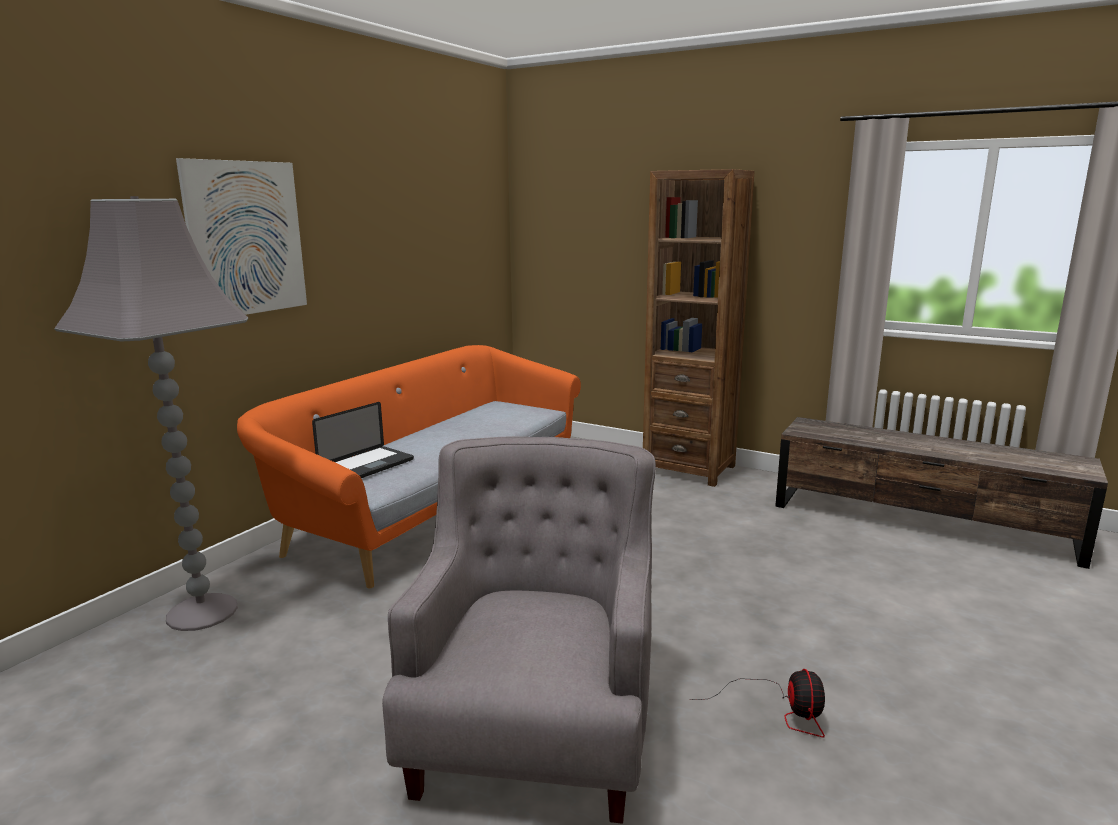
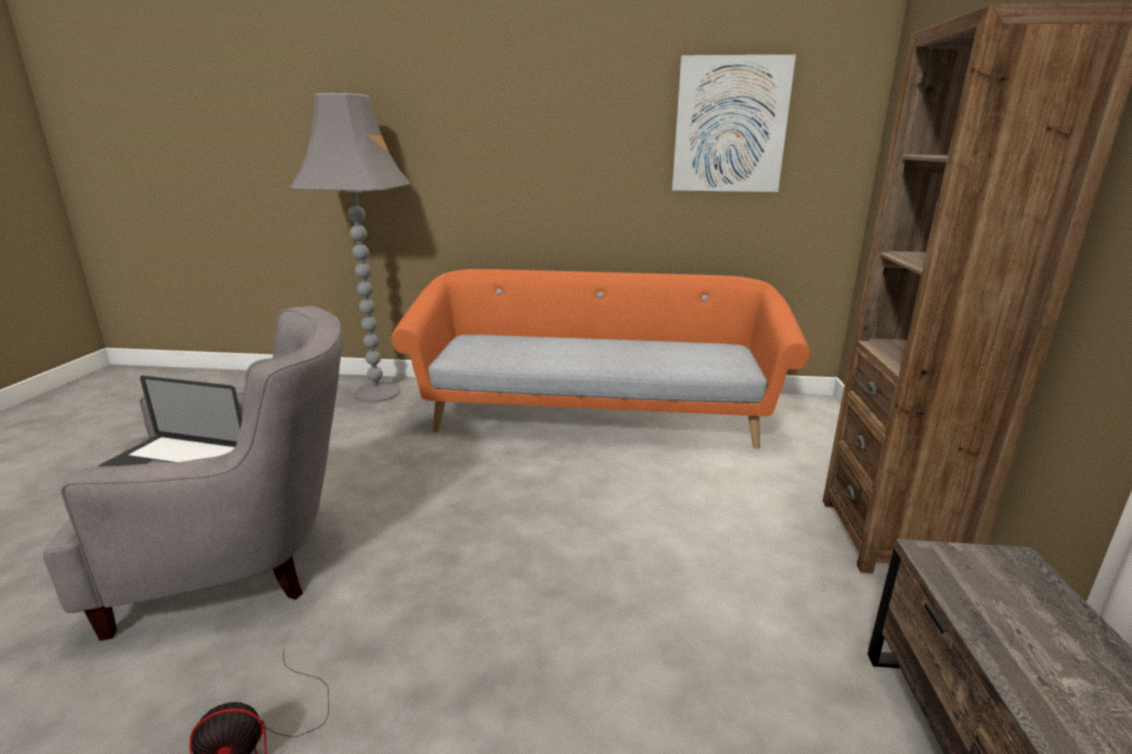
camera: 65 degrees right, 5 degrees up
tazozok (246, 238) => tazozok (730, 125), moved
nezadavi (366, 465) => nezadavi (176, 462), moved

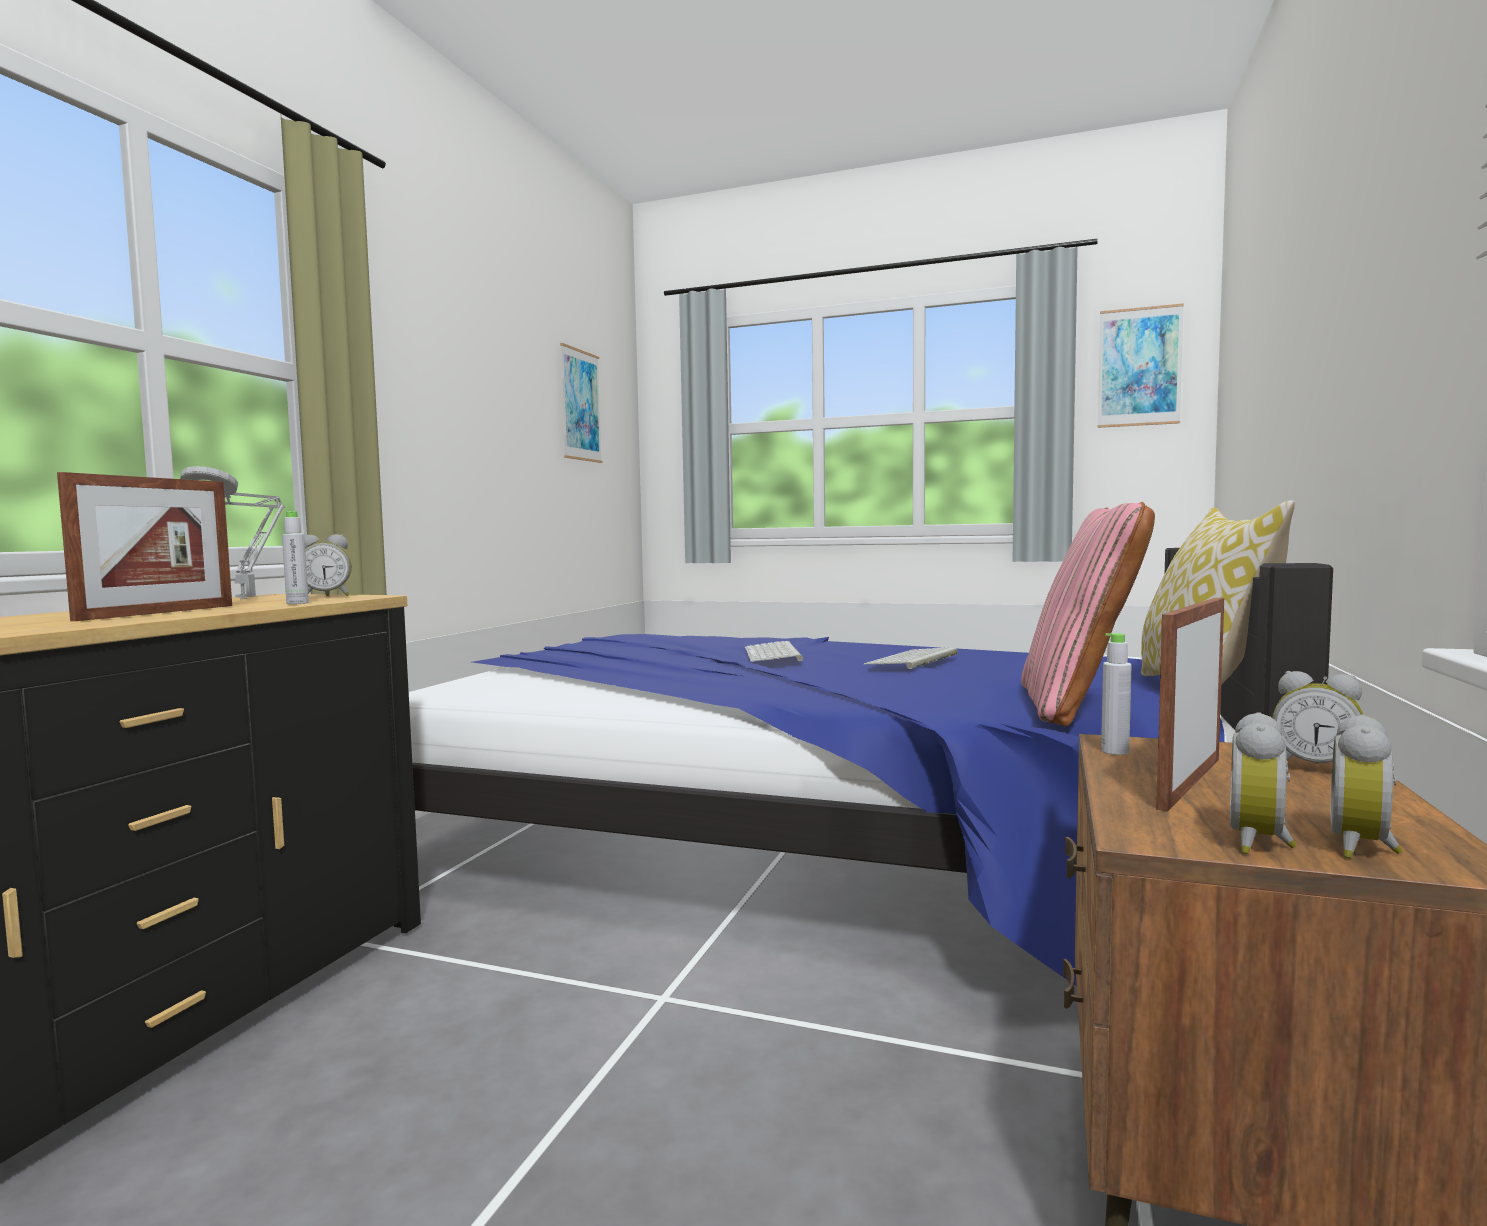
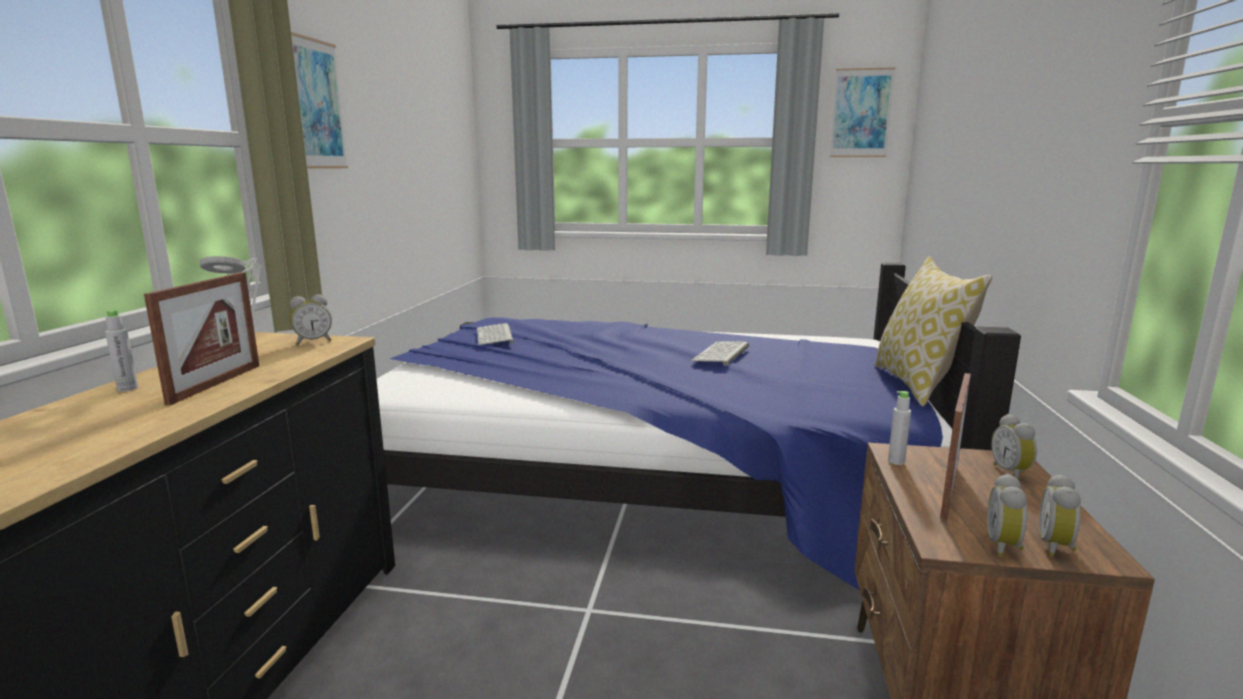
camera: 10 degrees left, 10 degrees up
tazozok (580, 405) => tazozok (316, 104), moved
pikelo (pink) (1078, 707) => nothing
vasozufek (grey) (297, 603) => vasozufek (grey) (127, 388), moved
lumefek (774, 654) => lumefek (495, 336), moved
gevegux (1315, 768) => gevegux (1012, 472), 60 degrees clockwise

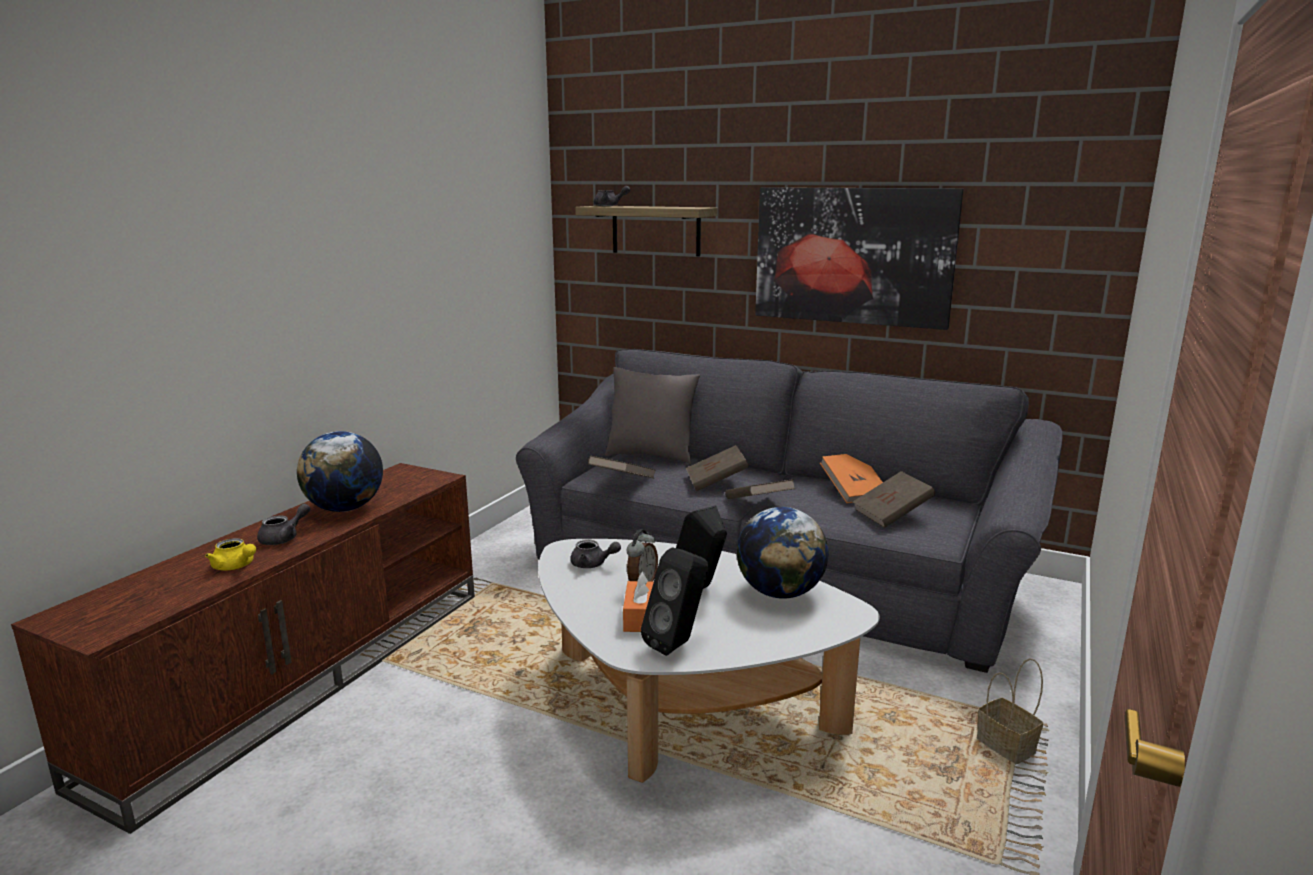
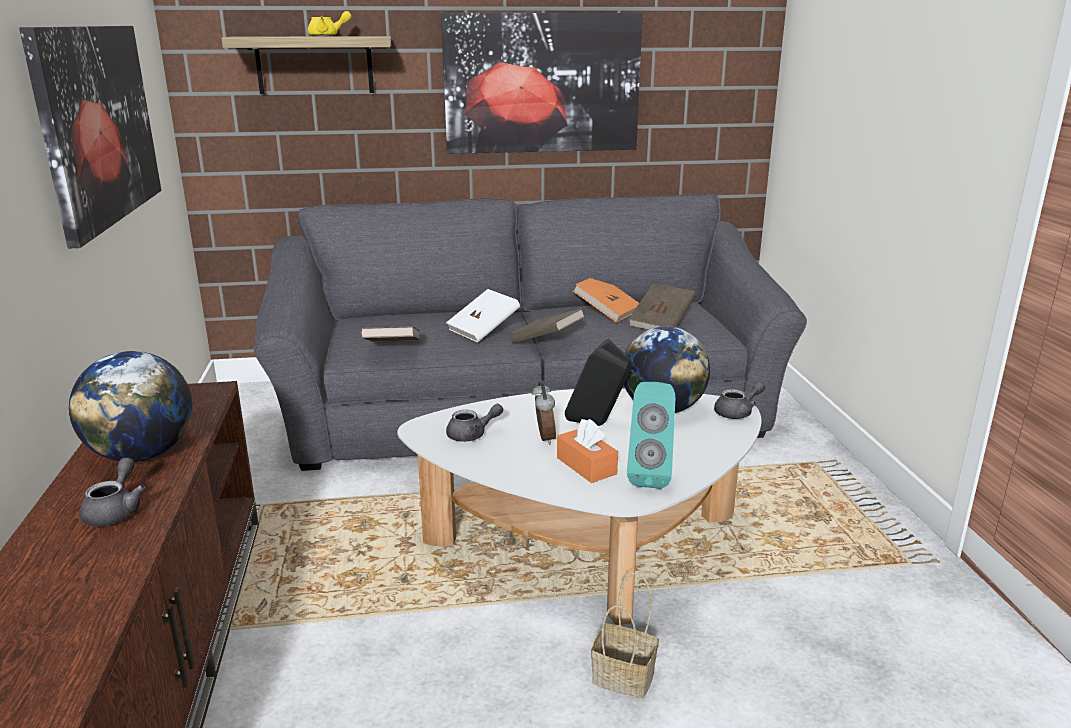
camera: 35 degrees left, 5 degrees up
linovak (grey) (609, 206) => linovak (grey) (738, 413), moved
pikelo (grey) (651, 456) => nothing
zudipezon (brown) (716, 482) => zudipezon (white) (483, 330)
linovak (yellow) (235, 567) => linovak (yellow) (327, 36), moved
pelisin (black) (678, 644) => pelisin (turquoise) (649, 476)
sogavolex (1008, 746) => sogavolex (625, 677), moved
nothing => tazozok (98, 125)

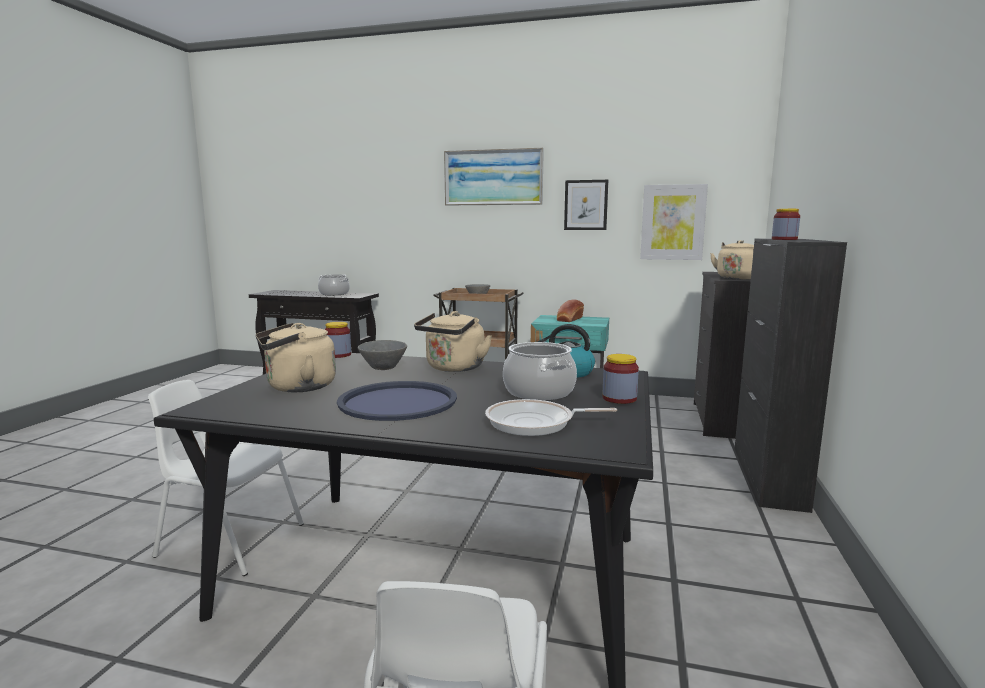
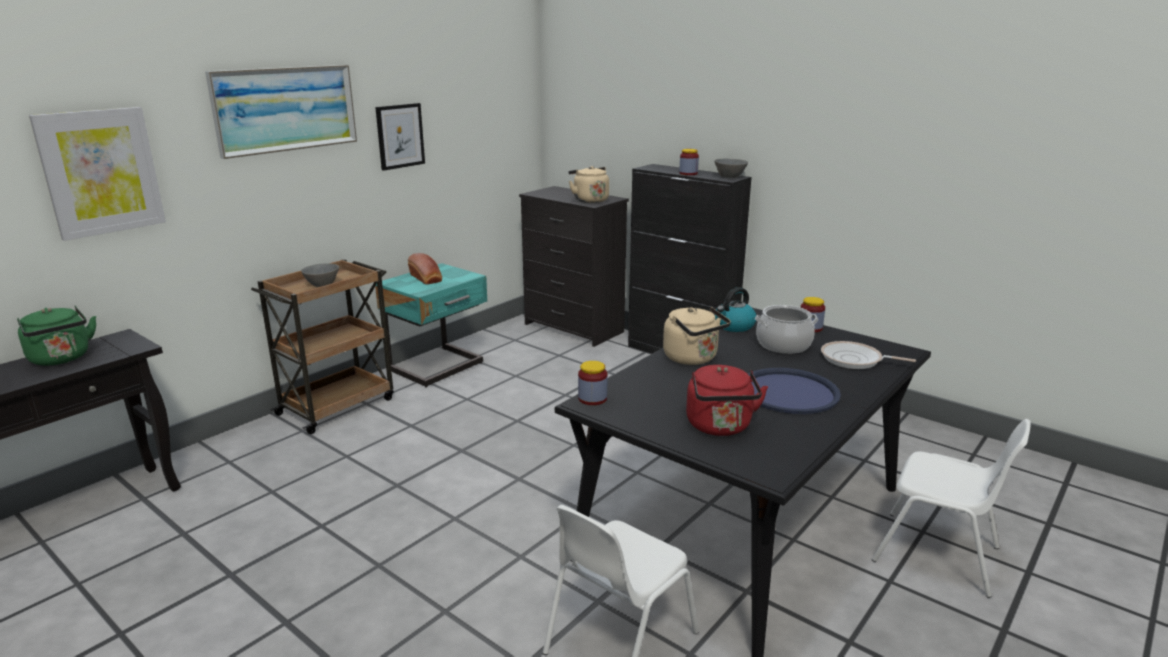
camera: 65 degrees left, 10 degrees up
tazozok (673, 222) => tazozok (101, 172), moved
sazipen (334, 294) => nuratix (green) (62, 359)
nuratix (beige) (297, 387) => nuratix (red) (720, 427)
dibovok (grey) (382, 368) => dibovok (grey) (730, 177), moved
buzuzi (535, 423) => buzuzi (854, 360), 90 degrees clockwise

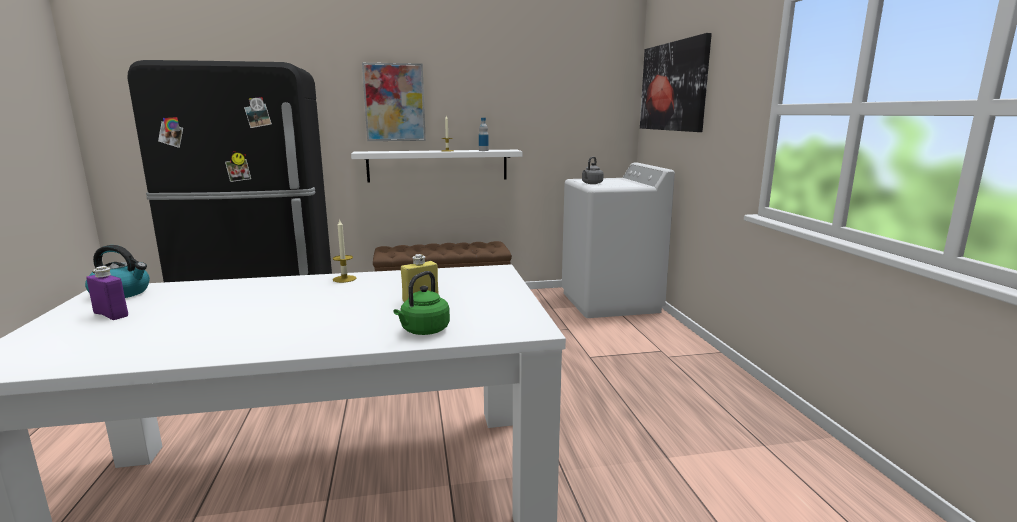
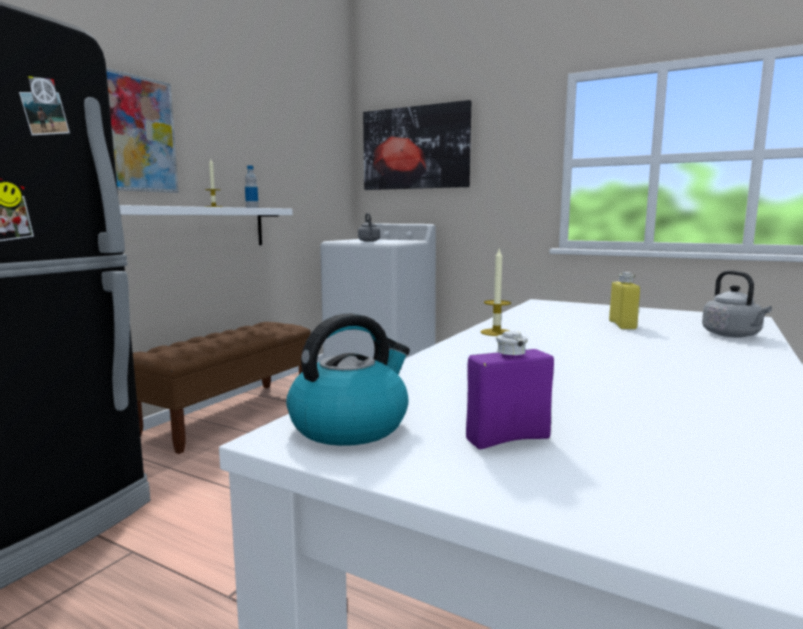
camera: 50 degrees left, 5 degrees down
nuratix (green) (423, 331) => nuratix (grey) (733, 335)

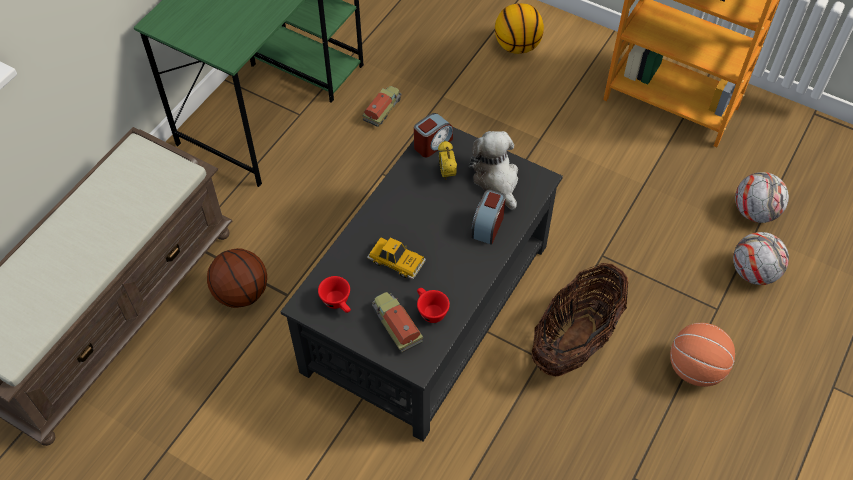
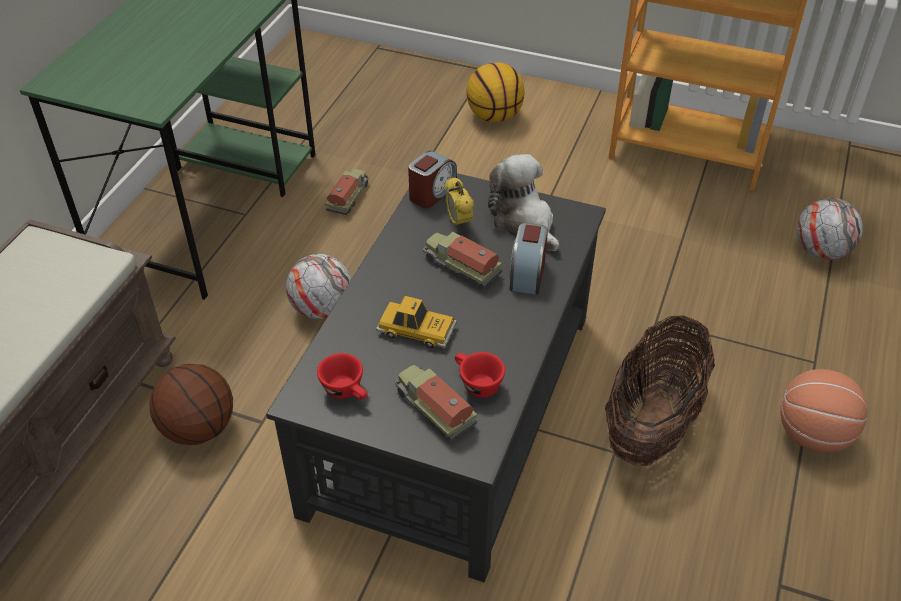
camera: 10 degrees left, 10 degrees down
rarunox (753, 272) => rarunox (322, 309), moved
nothing => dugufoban (461, 266)

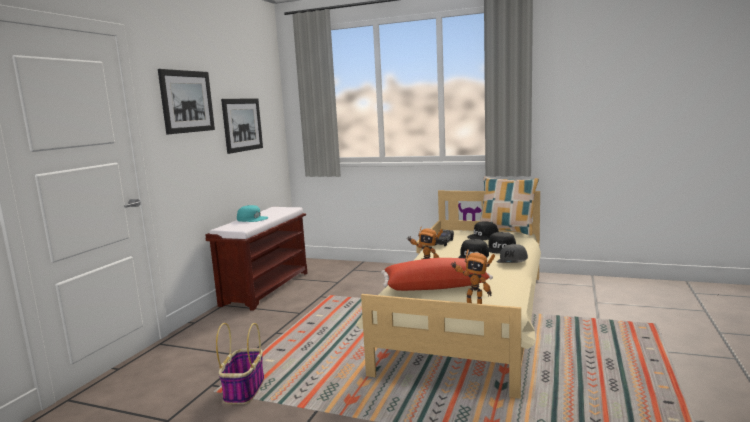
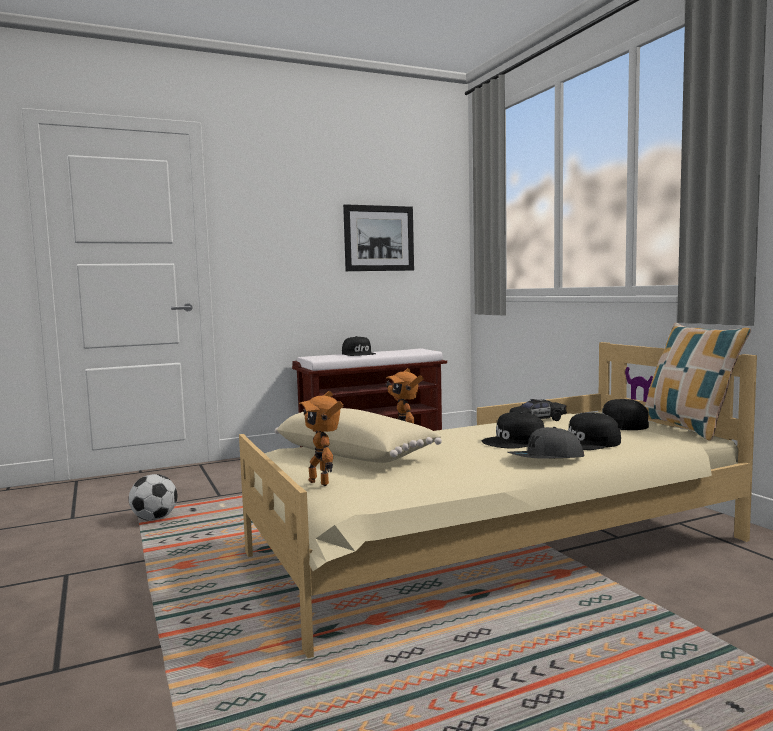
camera: 45 degrees right, 5 degrees down
tazozok (187, 101) => nothing
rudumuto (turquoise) (252, 219) => rudumuto (black) (359, 354)
pikelo (red) (435, 286) => pikelo (beige) (356, 455)
sogavolex (244, 389) => rarunox (154, 519)

